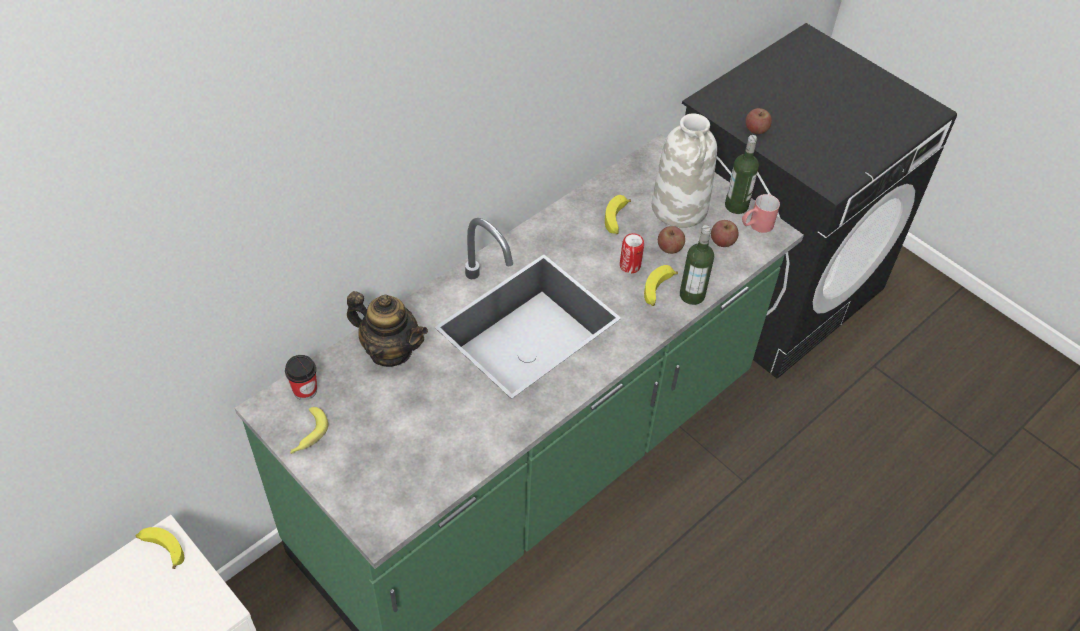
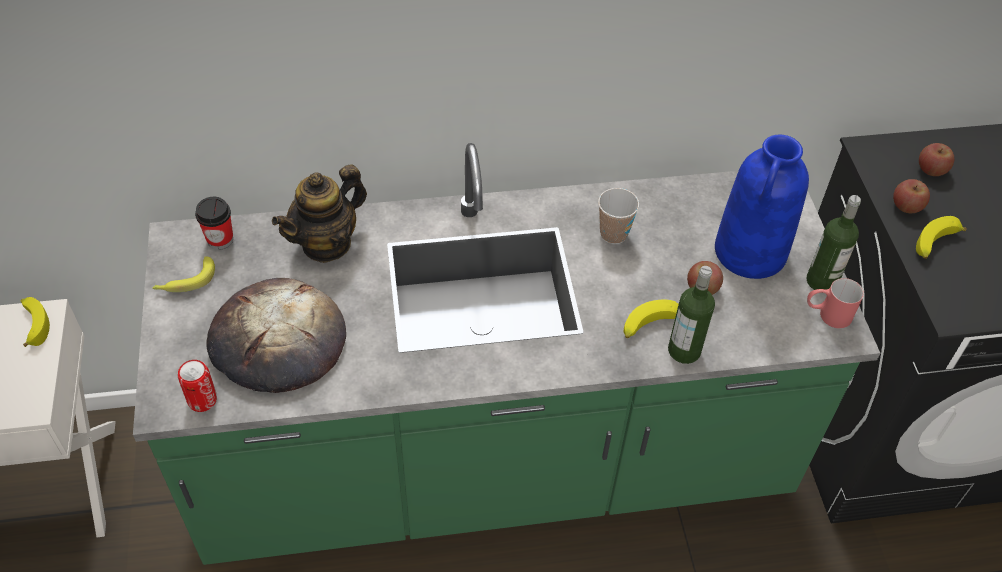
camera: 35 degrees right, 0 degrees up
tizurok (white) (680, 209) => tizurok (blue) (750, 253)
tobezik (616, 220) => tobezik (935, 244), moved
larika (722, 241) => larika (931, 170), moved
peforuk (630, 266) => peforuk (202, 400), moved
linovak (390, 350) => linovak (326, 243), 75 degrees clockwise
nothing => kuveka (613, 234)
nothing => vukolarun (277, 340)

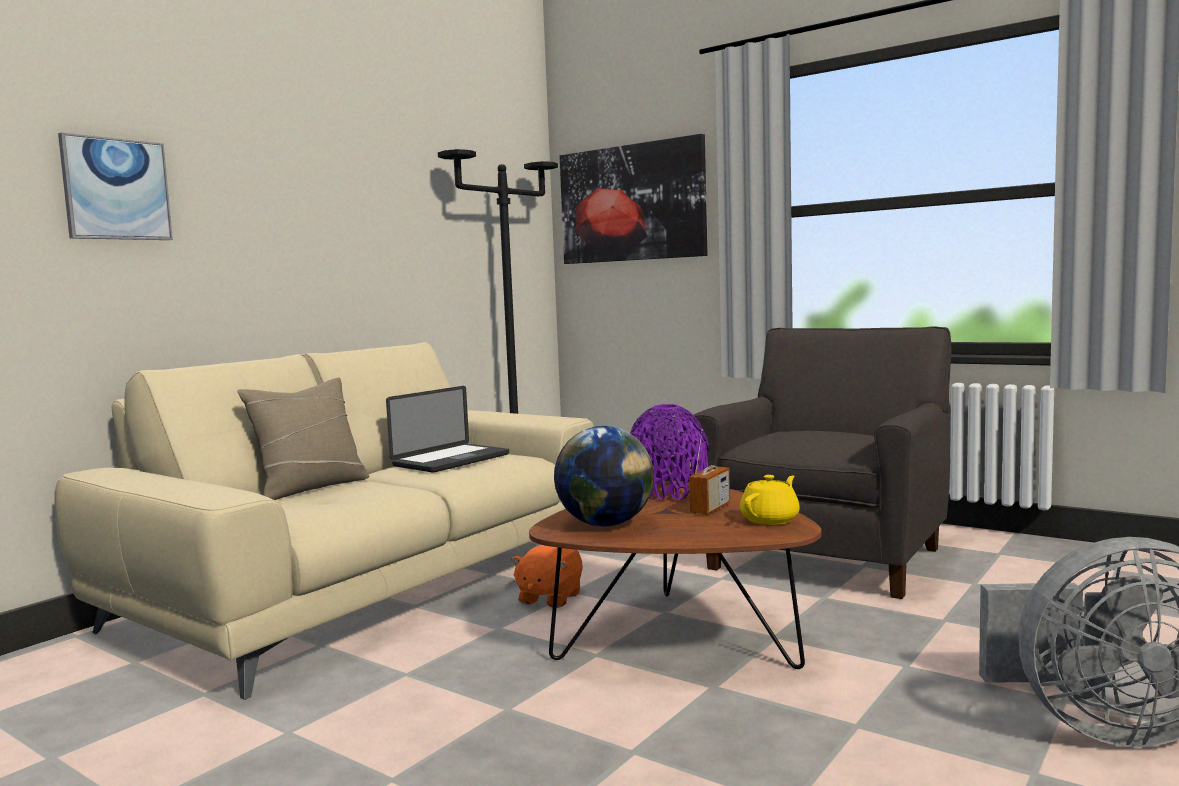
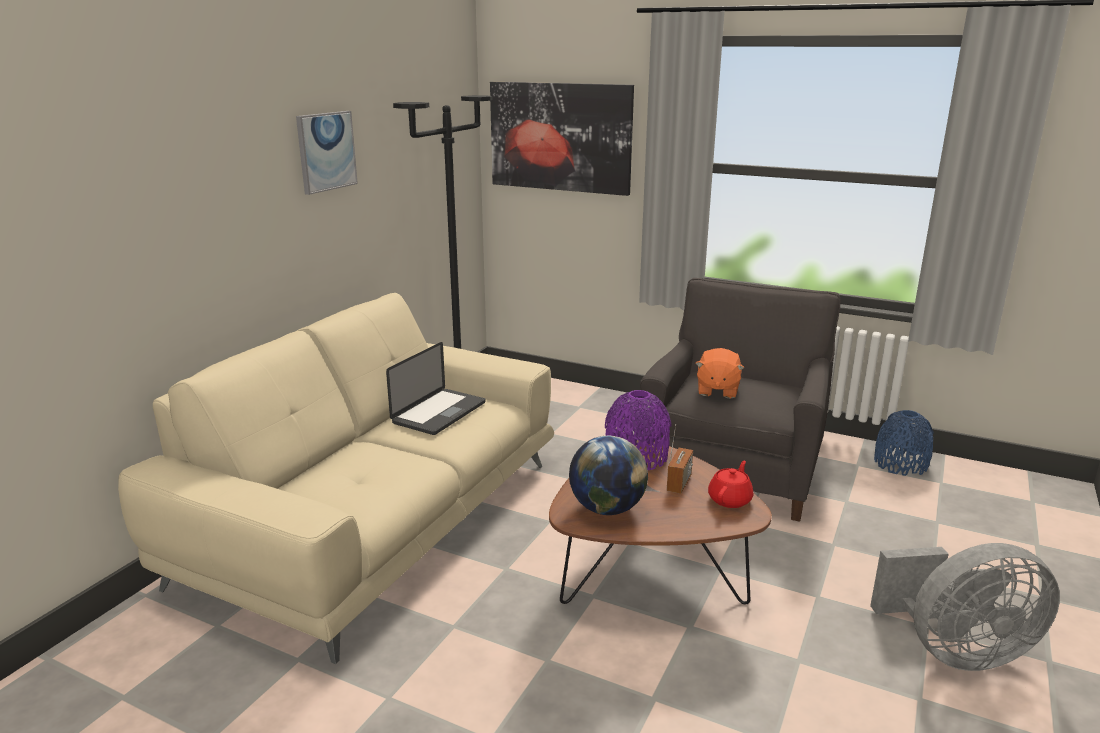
camera: 10 degrees left, 15 degrees up
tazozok (116, 189) => tazozok (326, 151), moved
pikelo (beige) (311, 487) => nothing
linovak (yellow) (770, 519) => linovak (red) (730, 499)
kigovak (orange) (549, 598) => kigovak (orange) (717, 390), moved
nothing => tizurok (blue) (900, 464)

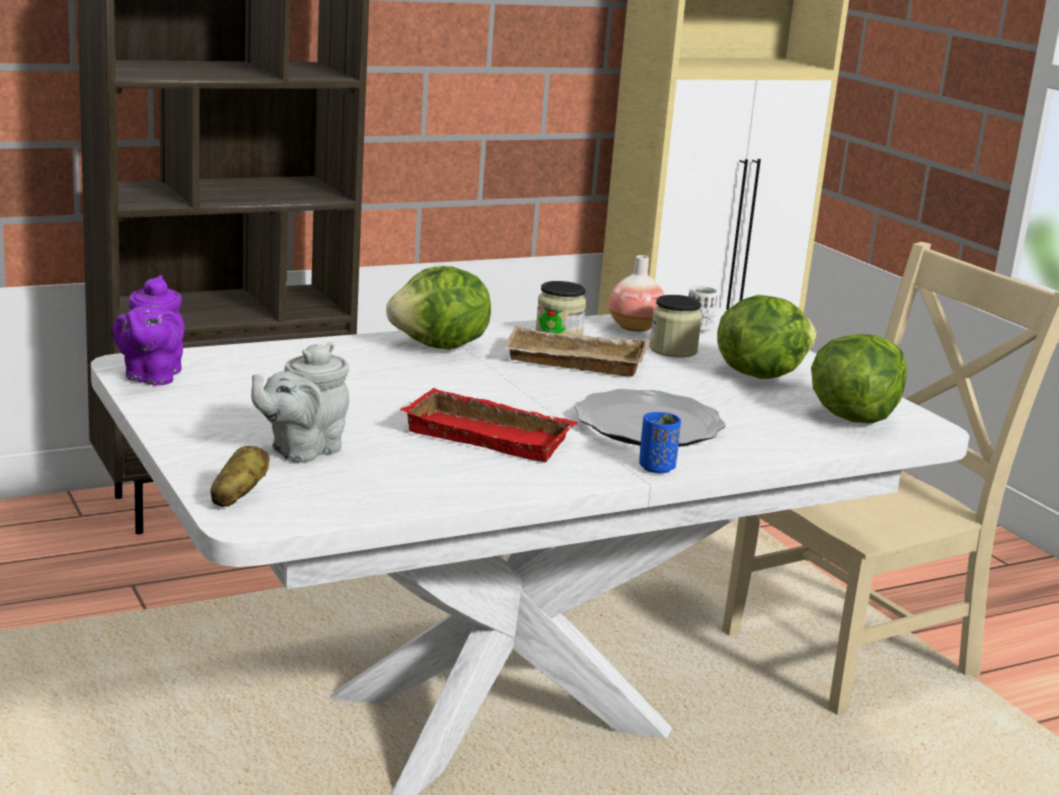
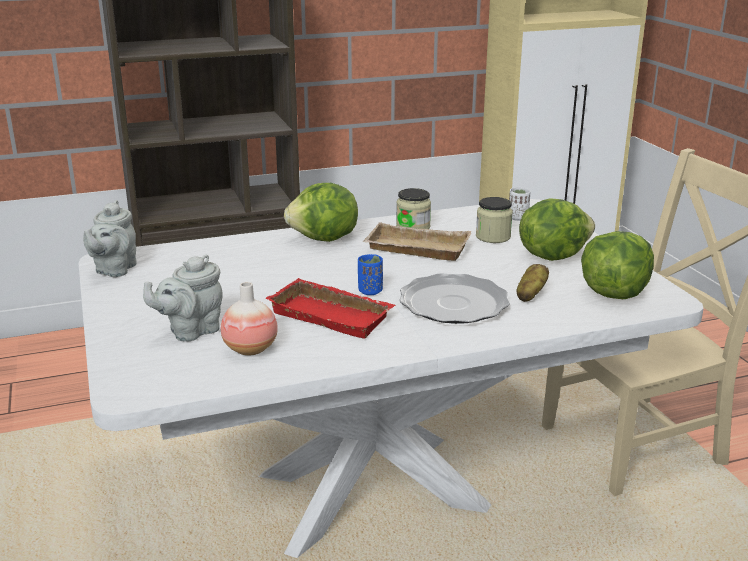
camera: 10 degrees right, 5 degrees up
tizurok (634, 328) => tizurok (250, 349), moved
linovak (purple) (151, 377) => linovak (grey) (114, 270)
kuveka (blue) (656, 468) => kuveka (blue) (370, 291), moved
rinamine (237, 497) => rinamine (530, 295), moved

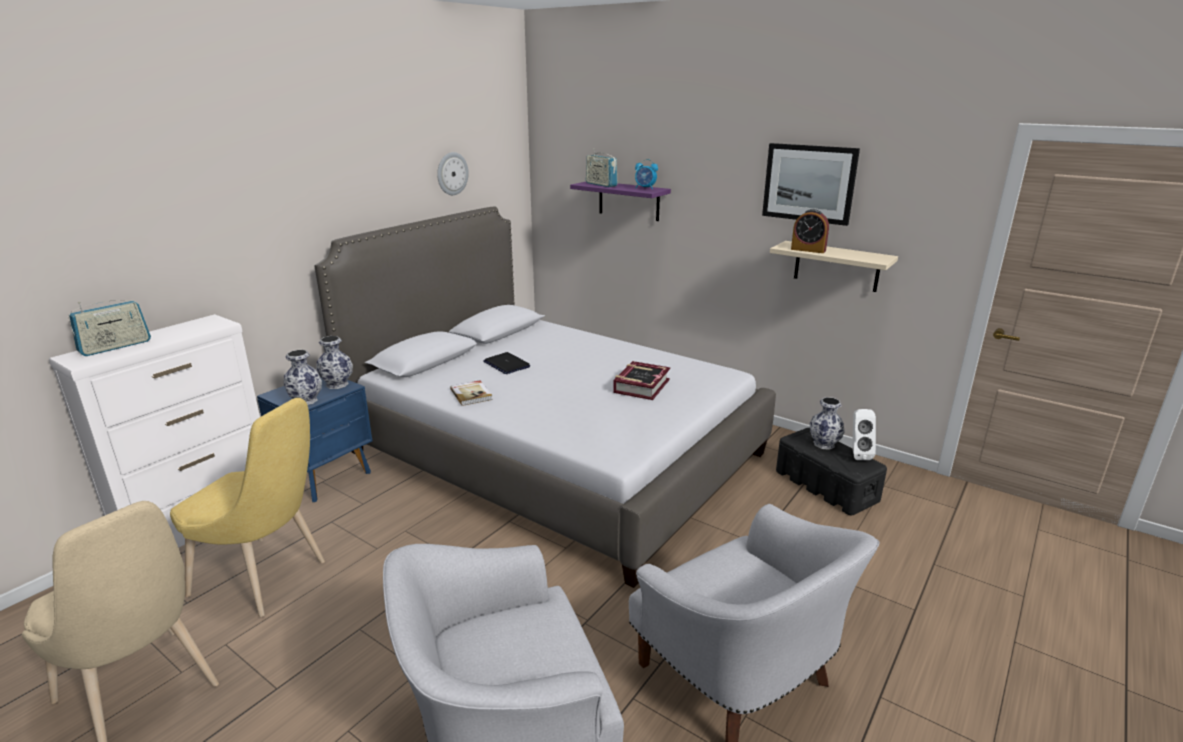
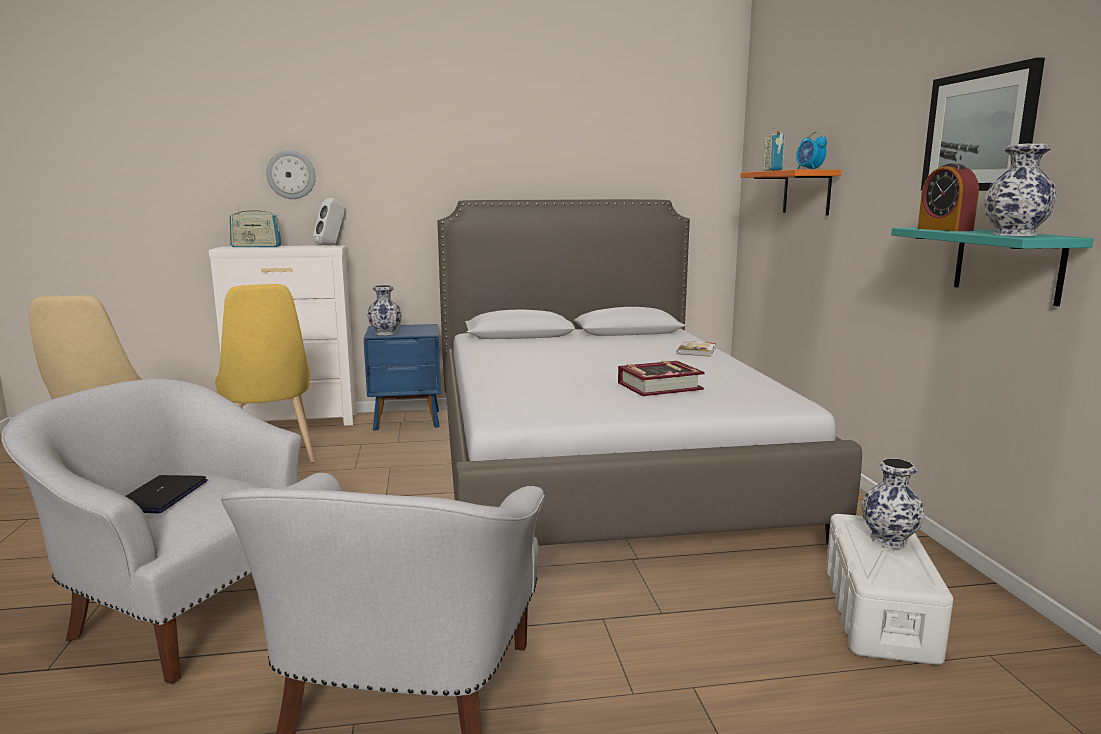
camera: 45 degrees right, 10 degrees down
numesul (452, 173) => numesul (291, 175), moved
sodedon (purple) (629, 200) => sodedon (orange) (806, 192)
sodedon (beige) (836, 266) => sodedon (turquoise) (1007, 264)
tizurok (337, 385) => tizurok (1014, 235), moved
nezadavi (506, 364) => nezadavi (160, 496), moved
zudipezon (471, 394) => zudipezon (697, 351), moved
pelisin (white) (857, 454) => pelisin (white) (331, 245), moved
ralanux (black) (826, 486) => ralanux (white) (878, 613)

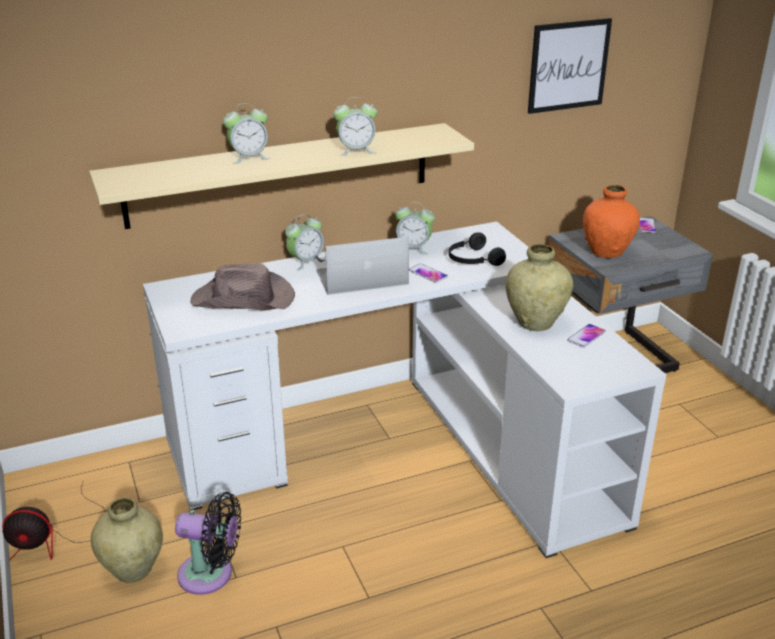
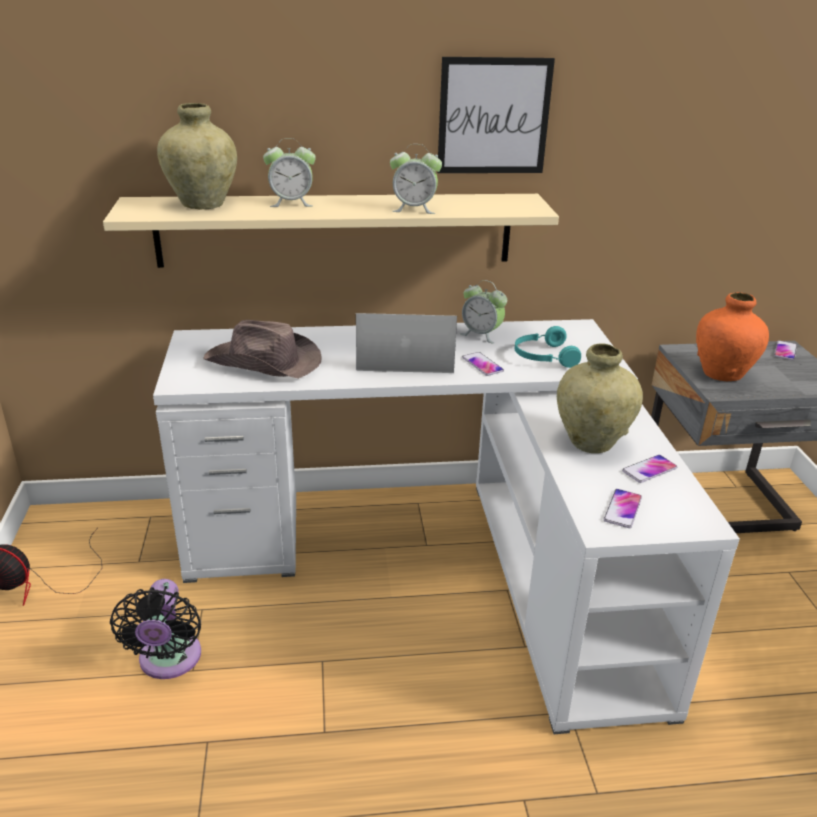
camera: 15 degrees right, 0 degrees up
tazozok (568, 65) => tazozok (493, 116), moved
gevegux (306, 262) => nothing
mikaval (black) (472, 260) => mikaval (turquoise) (543, 357)
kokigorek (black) (211, 575) => kokigorek (black) (169, 661), 60 degrees clockwise
tizurok (beige) (133, 569) => tizurok (beige) (202, 204), moved
nothing => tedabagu (622, 509)

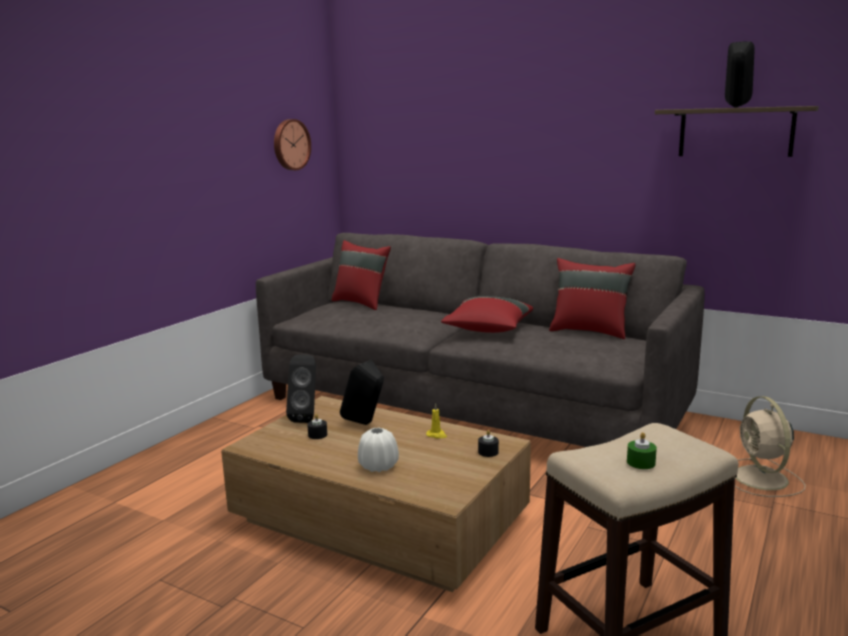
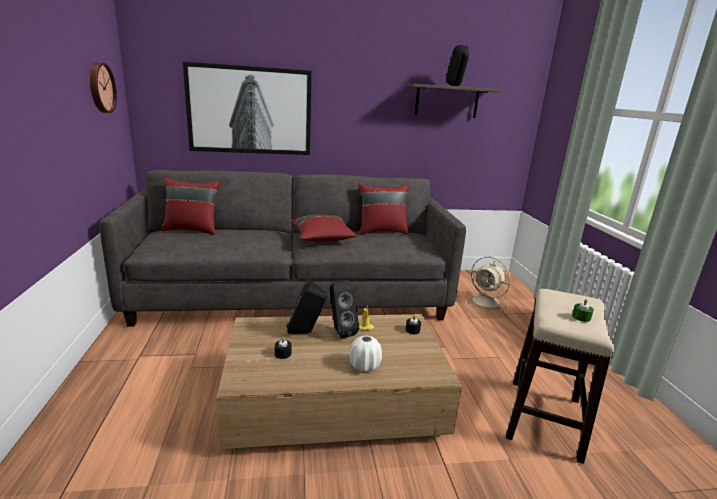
camera: 40 degrees left, 5 degrees up
pelisin (black) (307, 417) => pelisin (black) (340, 331), moved
nothing => tazozok (250, 110)

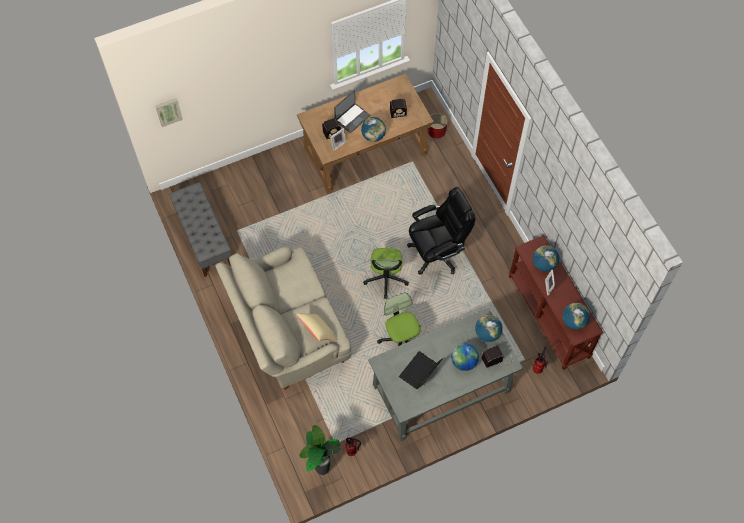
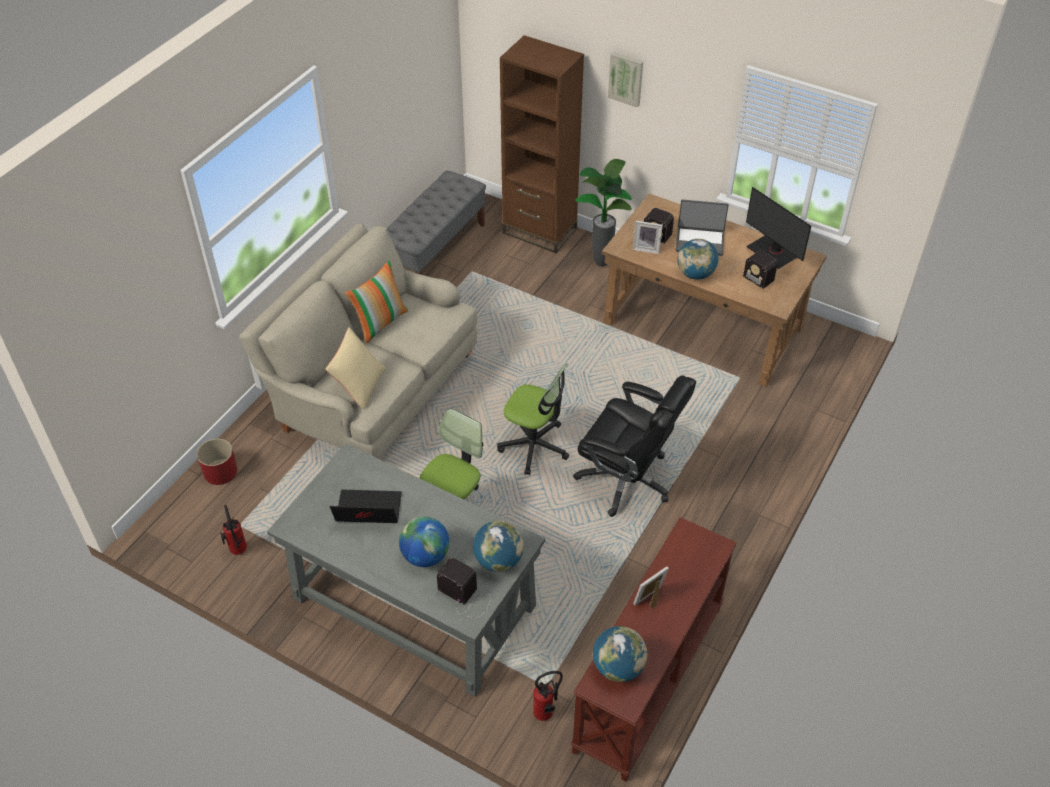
camera: 55 degrees right, 15 degrees down
tazozok (168, 111) => tazozok (626, 78), moved
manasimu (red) (436, 130) => manasimu (red) (220, 471), moved
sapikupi (544, 264) => nothing
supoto (386, 278) => supoto (534, 446), 120 degrees counterclockwise
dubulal (322, 471) => dubulal (600, 263), moved
nothing => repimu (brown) (539, 231)
nothing => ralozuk (773, 252)
nothing => pikelo (380, 322)

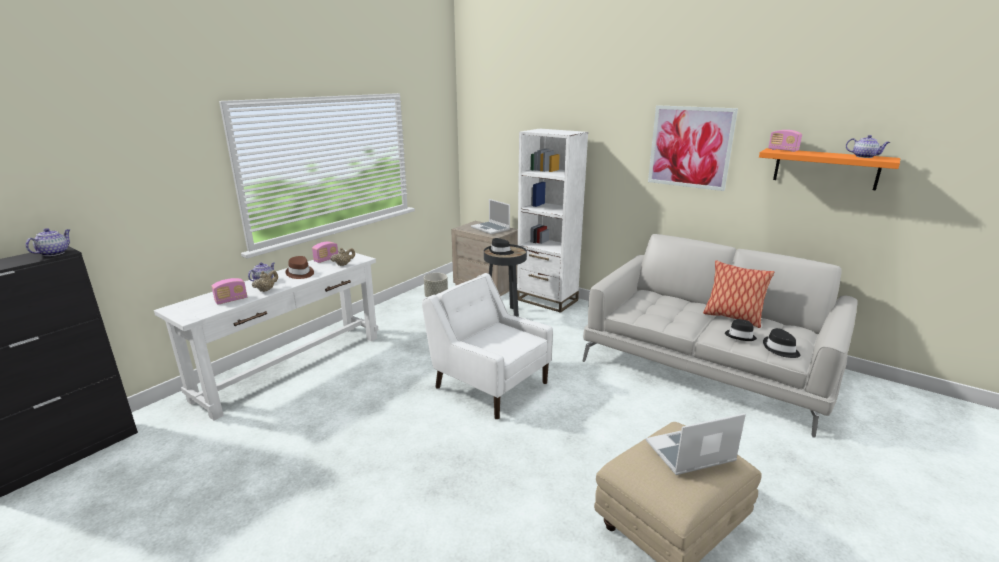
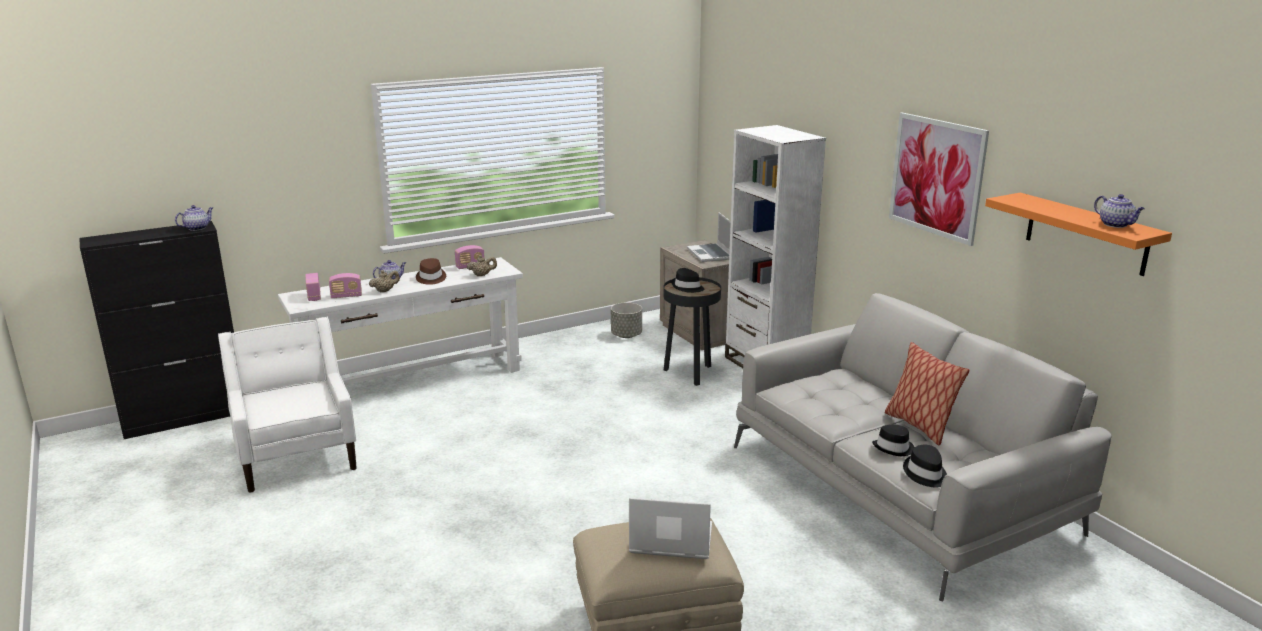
camera: 25 degrees right, 0 degrees up
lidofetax (783, 150) => lidofetax (314, 296), moved
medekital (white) (489, 384) => medekital (white) (297, 455), moved

